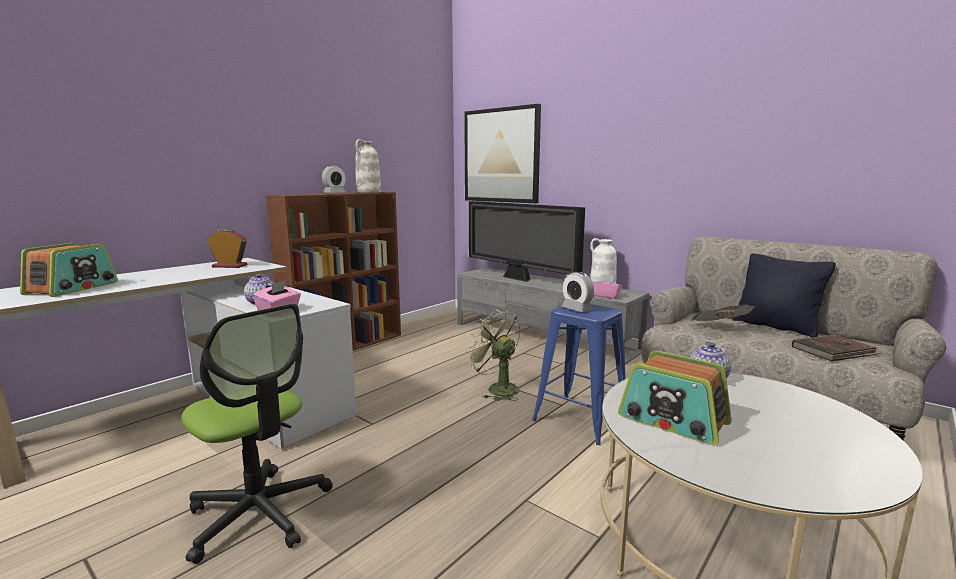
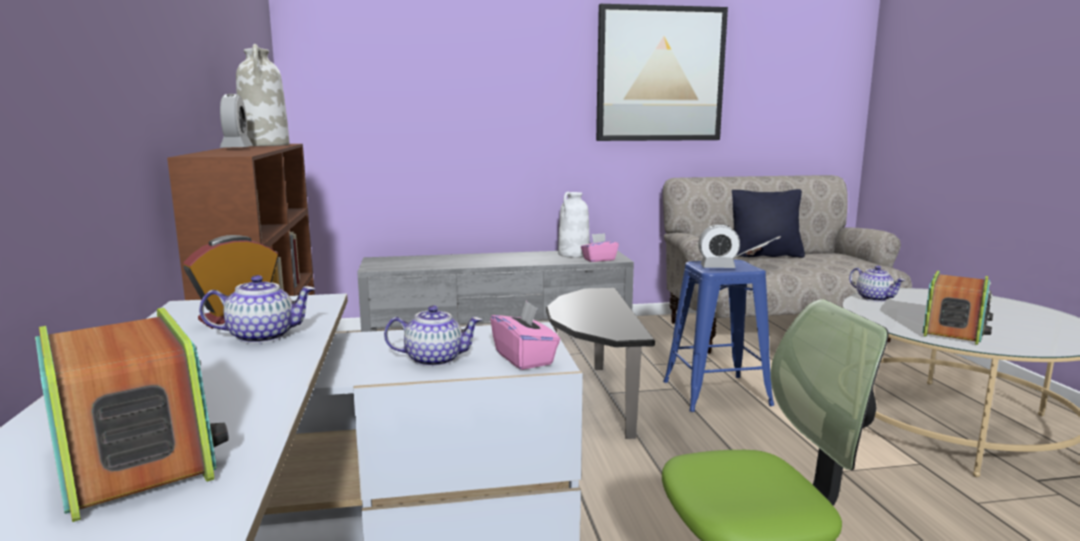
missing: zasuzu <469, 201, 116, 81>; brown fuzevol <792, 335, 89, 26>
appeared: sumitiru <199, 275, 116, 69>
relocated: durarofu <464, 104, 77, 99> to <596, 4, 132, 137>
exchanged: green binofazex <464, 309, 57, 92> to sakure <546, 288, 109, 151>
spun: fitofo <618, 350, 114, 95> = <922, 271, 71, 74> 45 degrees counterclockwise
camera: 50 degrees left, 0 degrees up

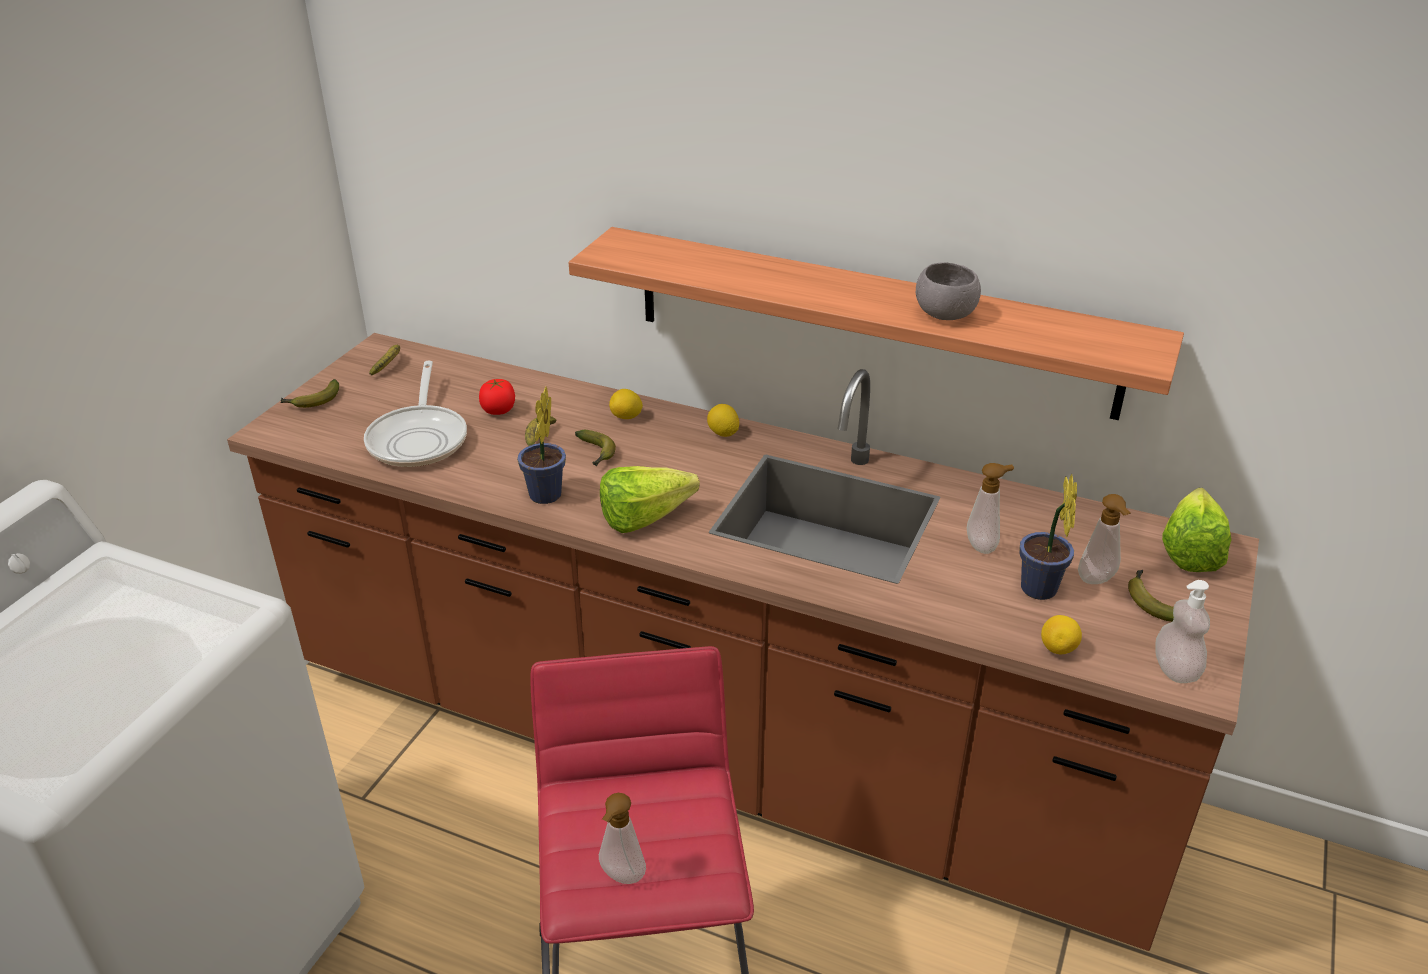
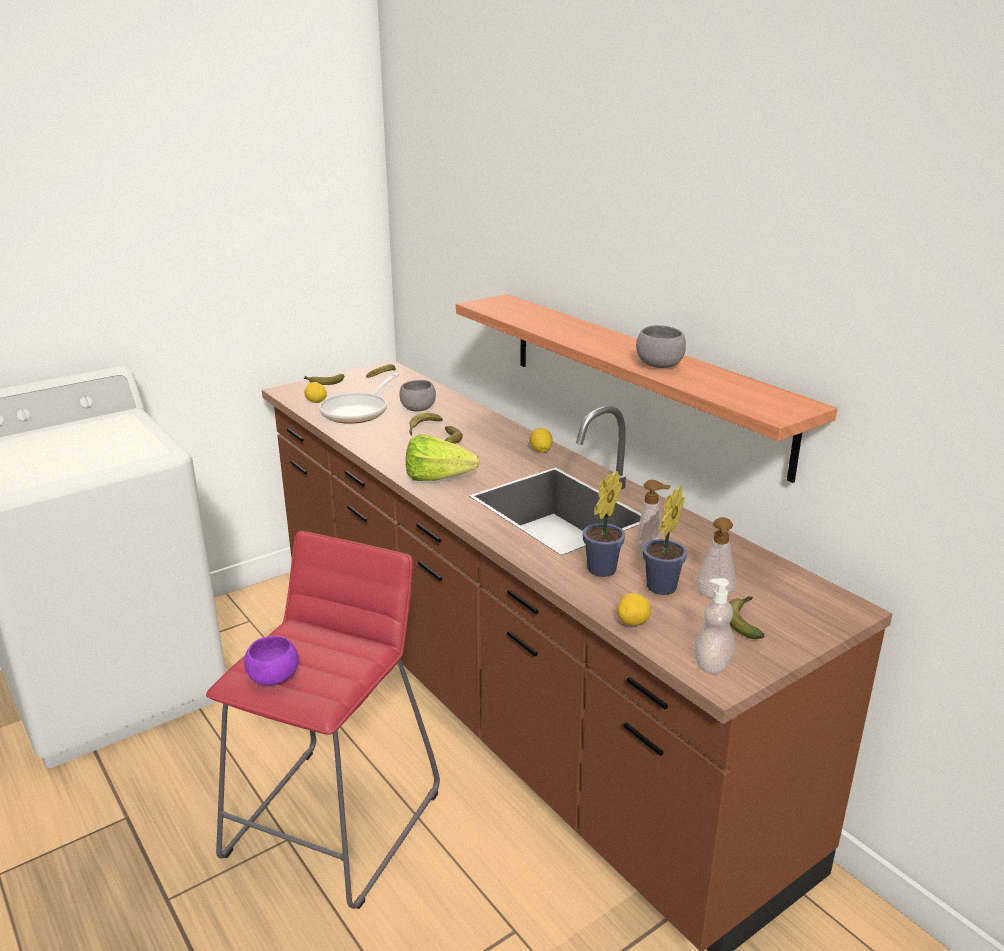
missing: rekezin <1162, 488, 69, 84>
relocated: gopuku <609, 389, 34, 30> to <304, 382, 23, 21>; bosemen <517, 387, 49, 117> to <582, 471, 43, 106>
exchanged: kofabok <599, 793, 47, 91> to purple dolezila <244, 636, 55, 50>; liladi <479, 379, 36, 36> to grey dolezila <400, 380, 36, 31>
camera: 30 degrees right, 10 degrees down

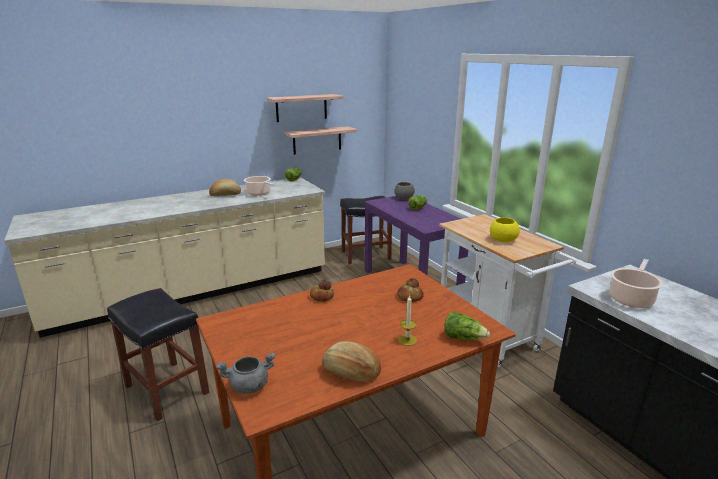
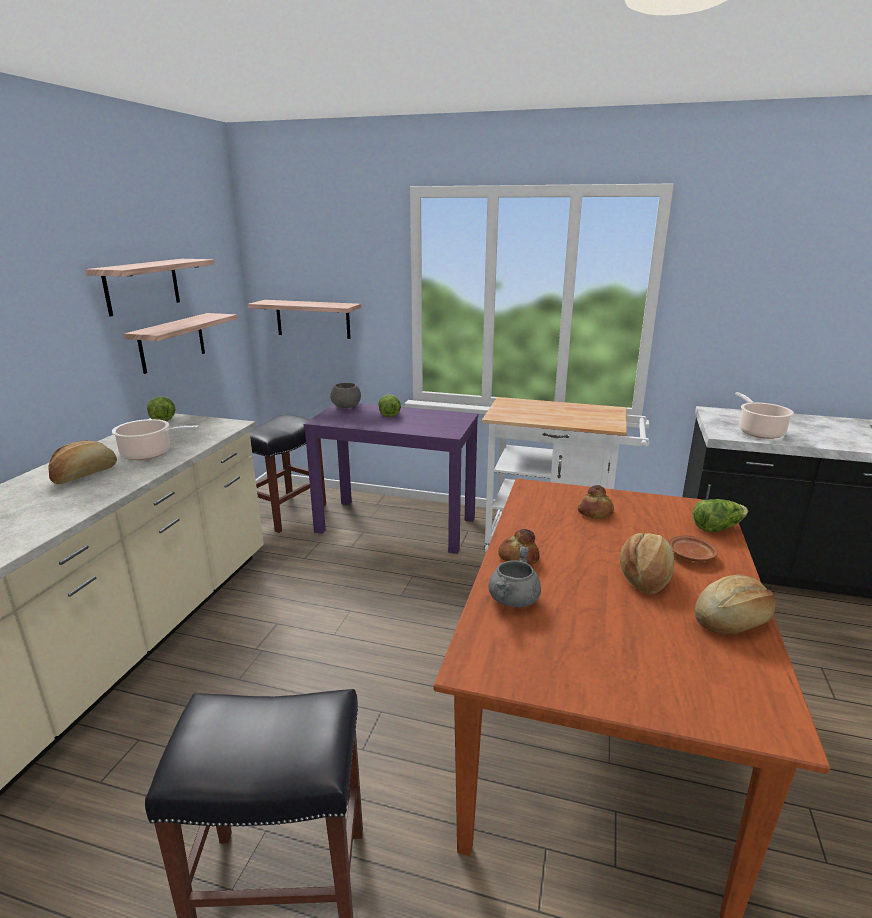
missing: yellow dolezila <490, 218, 30, 24>
appeared: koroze <248, 300, 113, 39>; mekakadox <620, 533, 54, 61>
relocated: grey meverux <216, 352, 59, 42> to <488, 546, 53, 62>
exchanged: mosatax <398, 295, 19, 51> to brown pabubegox <668, 535, 50, 27>
camera: 45 degrees left, 0 degrees up

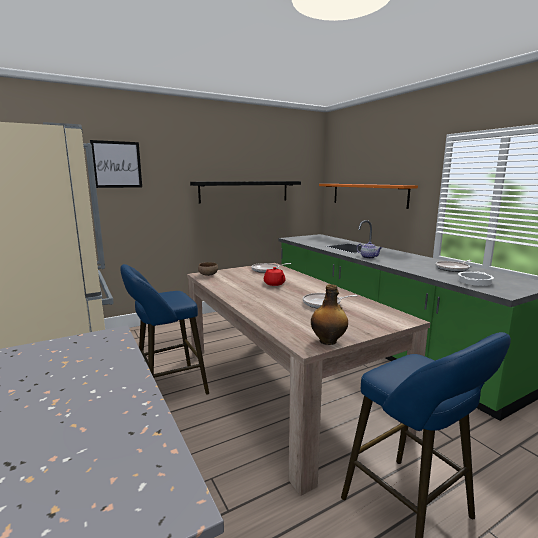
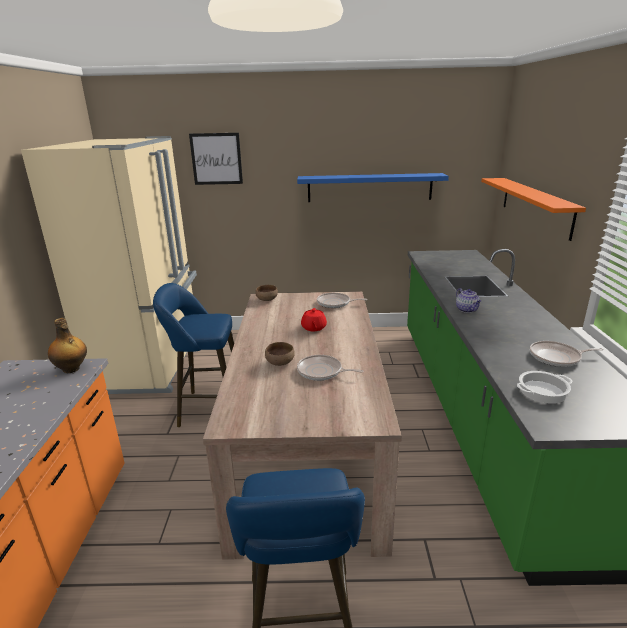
appeared: brown dolezila <265, 342, 30, 24>
relocated: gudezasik <311, 284, 37, 61> to <48, 318, 39, 55>
colour: black koroze <190, 181, 111, 22> to blue koroze <297, 173, 152, 29>
camera: 30 degrees right, 10 degrees up

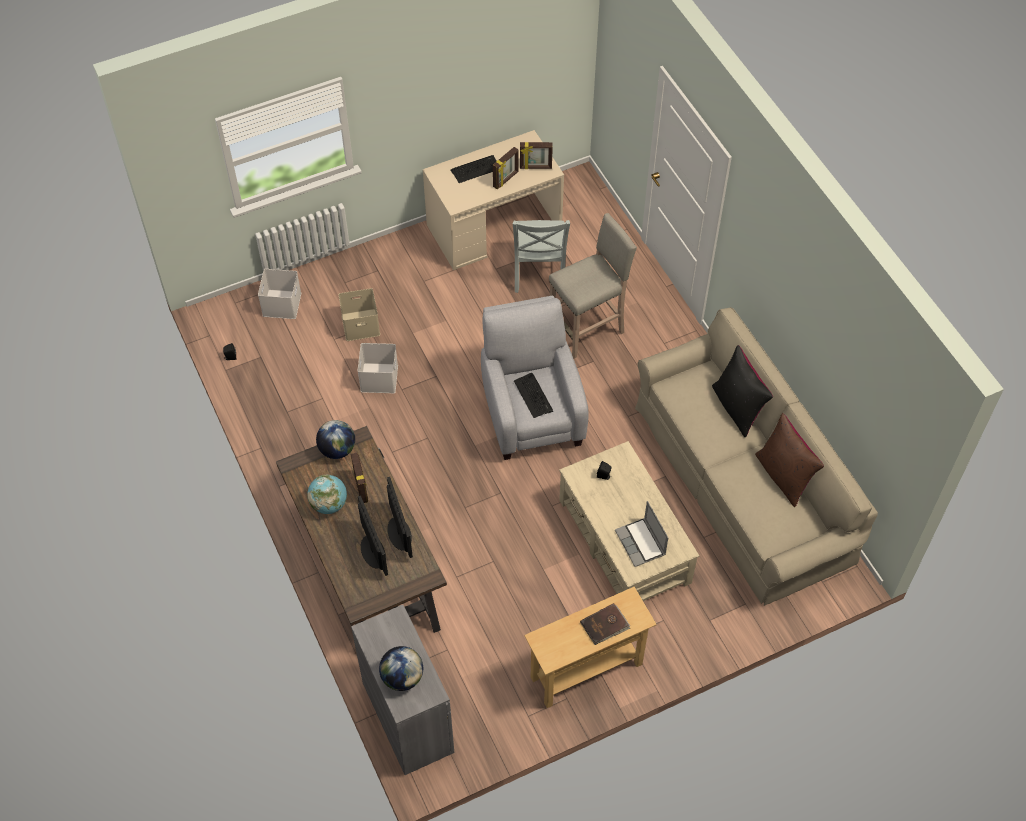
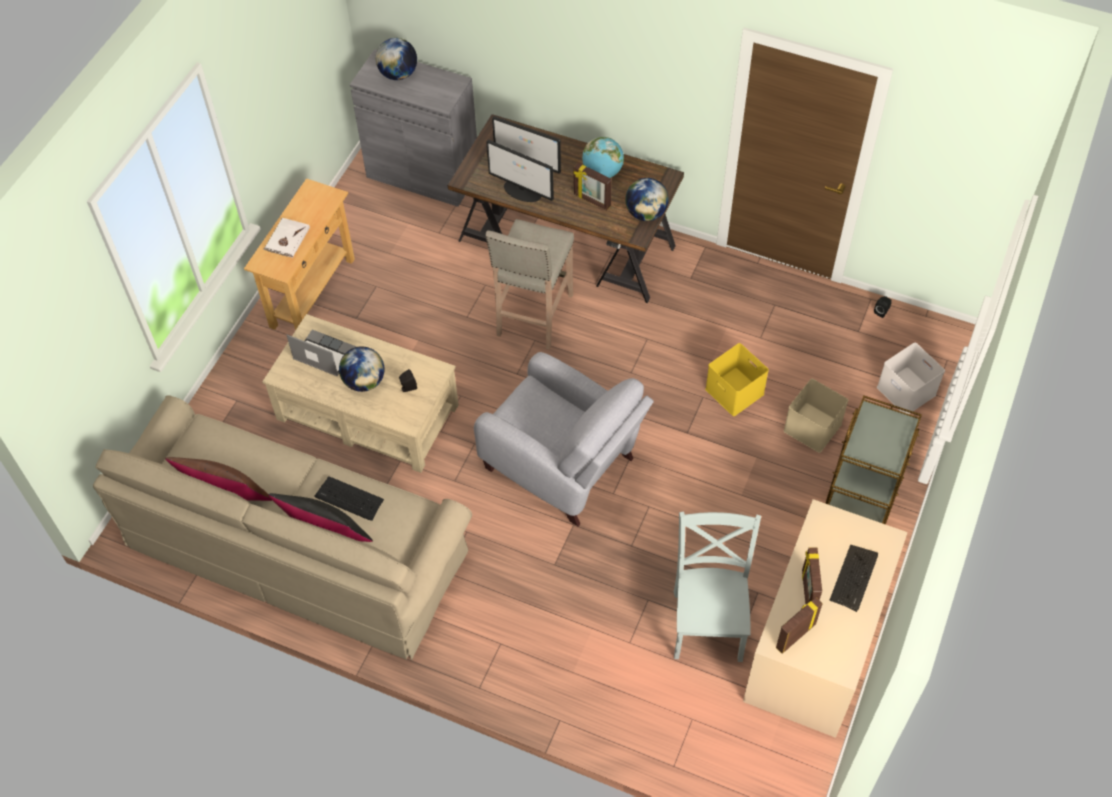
appeared: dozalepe <339, 346, 45, 46>; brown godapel <825, 396, 97, 129>
relocated: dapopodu <514, 373, 39, 45> to <314, 476, 70, 45>; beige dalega <549, 213, 88, 146> to <485, 219, 89, 131>
colour: brown fuzevol <580, 603, 50, 42> to white fuzevol <264, 218, 46, 40>; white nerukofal <358, 343, 40, 50> to yellow nerukofal <705, 343, 64, 73>
spun: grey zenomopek <513, 220, 57, 73> = <674, 512, 87, 150> 45 degrees clockwise
camera: 140 degrees right, 0 degrees up

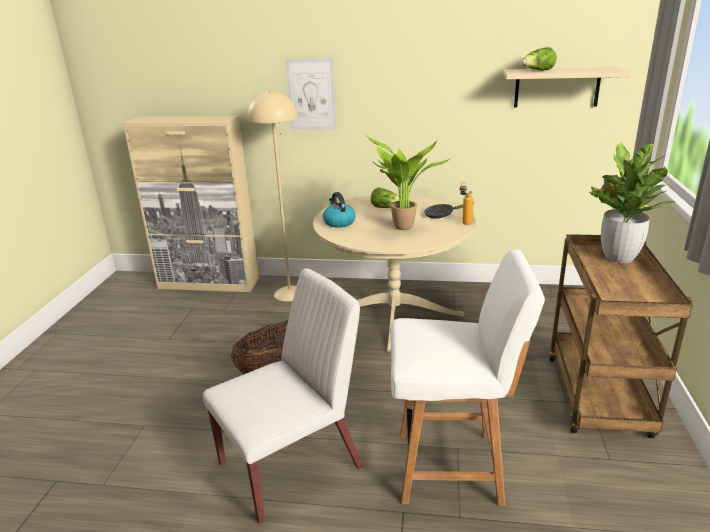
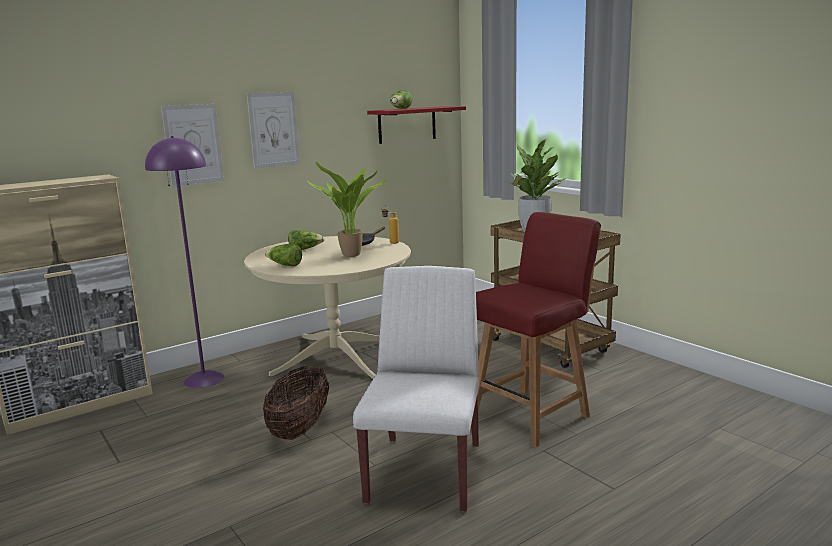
appeared: durarofu <247, 92, 53, 77>
exchanged: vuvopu <323, 192, 33, 36> to rekezin <265, 244, 37, 23>
colour: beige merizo <247, 90, 51, 211> to purple merizo <145, 136, 79, 252>; beige koroze <502, 67, 127, 40> to red koroze <367, 106, 99, 38>; white zenomopek <391, 249, 154, 257> to red zenomopek <476, 212, 125, 236>
camera: 45 degrees left, 10 degrees down

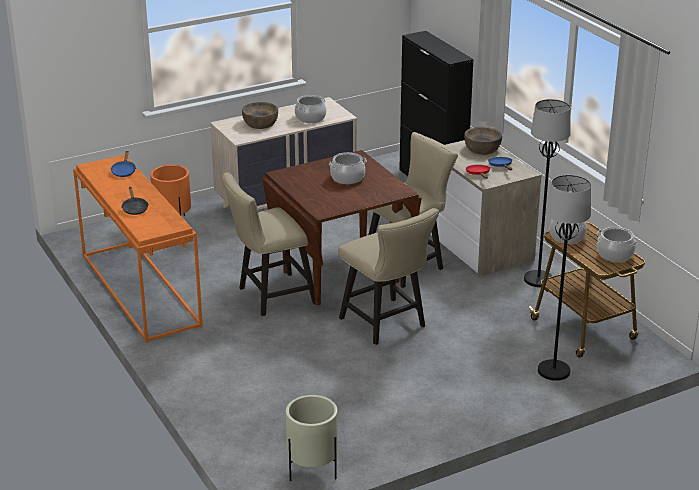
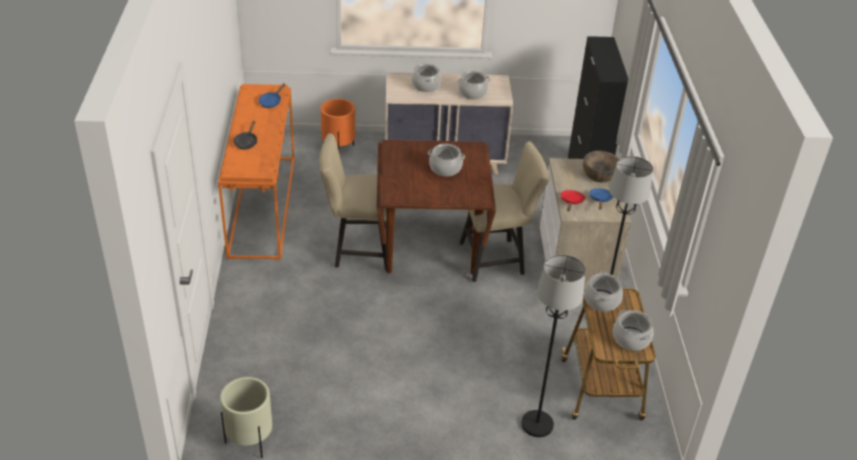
missing: beige zenomopek <338, 208, 101, 137>
exchanged: brown dolezila <242, 102, 36, 27> to meverux <411, 63, 30, 29>
camera: 25 degrees right, 10 degrees up

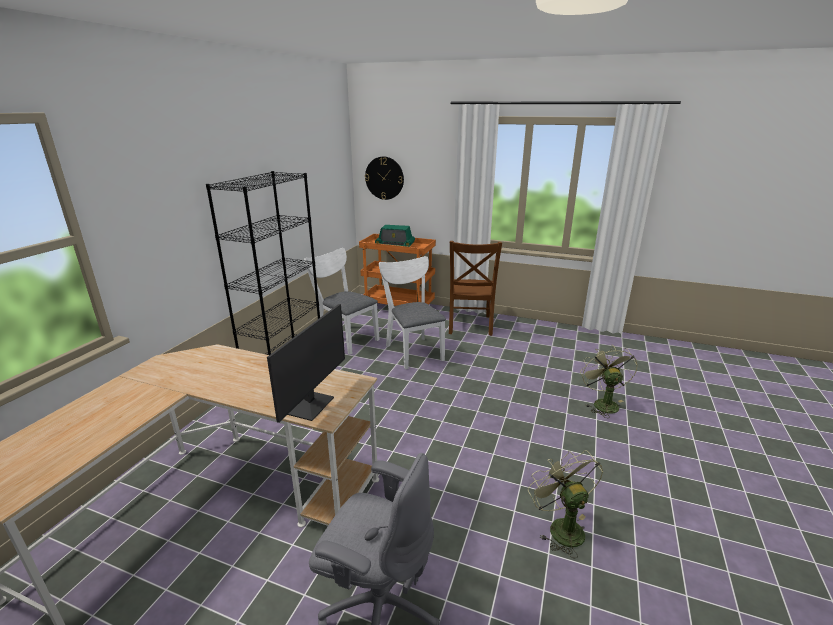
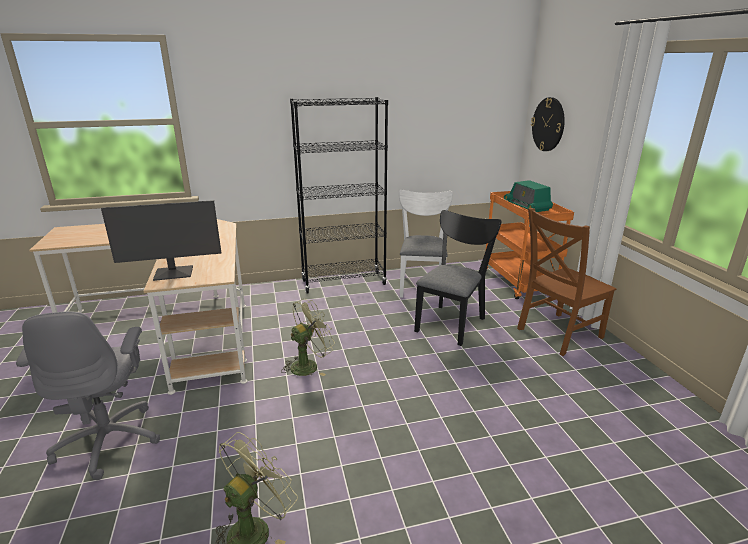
relocated: green binofazex <580, 346, 58, 72> to <281, 299, 54, 77>
colour: white zenomopek <379, 256, 67, 113> to black zenomopek <414, 210, 87, 136>
camera: 55 degrees right, 0 degrees up

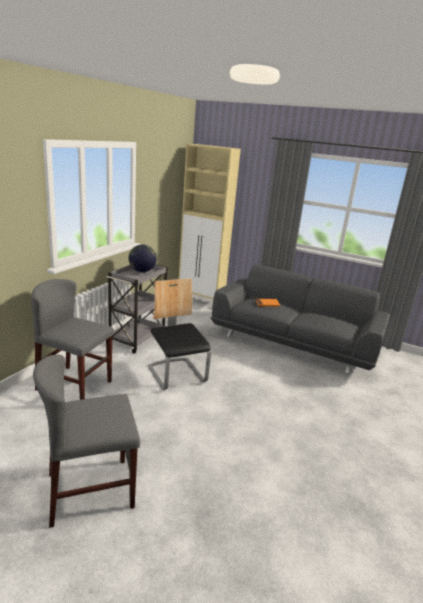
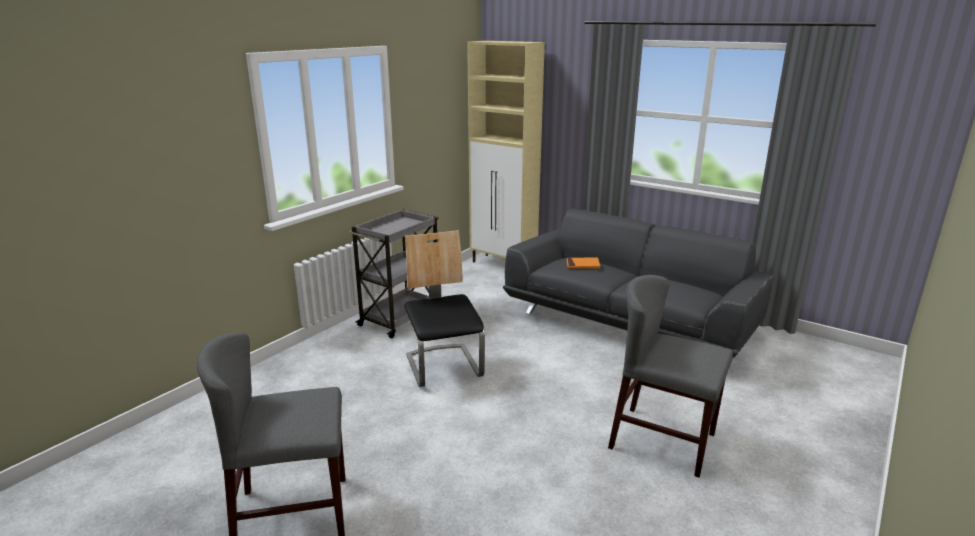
missing: dozalepe <129, 244, 28, 28>
relocated: grey zenomopek <31, 279, 83, 121> to <608, 275, 125, 203>
camera: 10 degrees right, 0 degrees up

